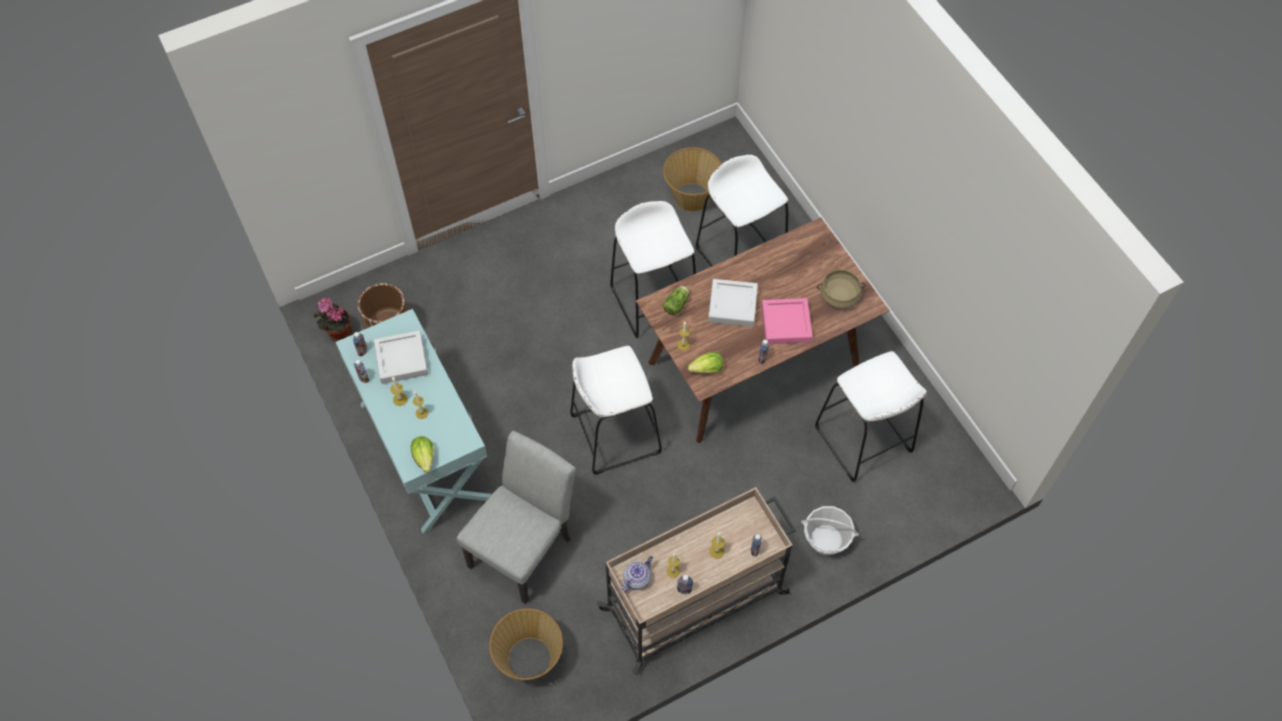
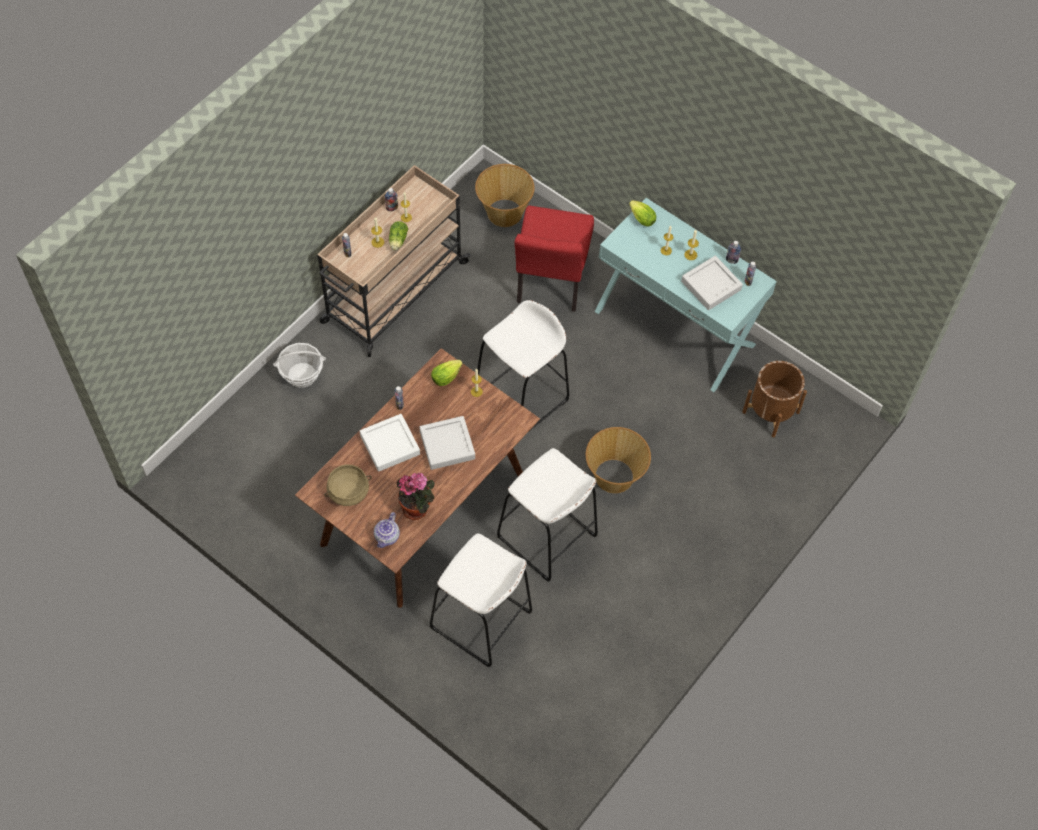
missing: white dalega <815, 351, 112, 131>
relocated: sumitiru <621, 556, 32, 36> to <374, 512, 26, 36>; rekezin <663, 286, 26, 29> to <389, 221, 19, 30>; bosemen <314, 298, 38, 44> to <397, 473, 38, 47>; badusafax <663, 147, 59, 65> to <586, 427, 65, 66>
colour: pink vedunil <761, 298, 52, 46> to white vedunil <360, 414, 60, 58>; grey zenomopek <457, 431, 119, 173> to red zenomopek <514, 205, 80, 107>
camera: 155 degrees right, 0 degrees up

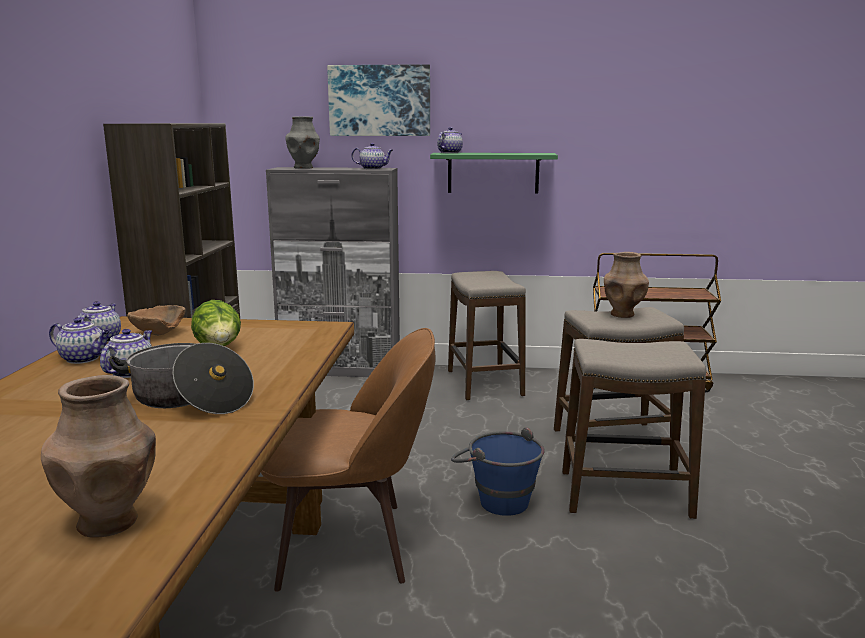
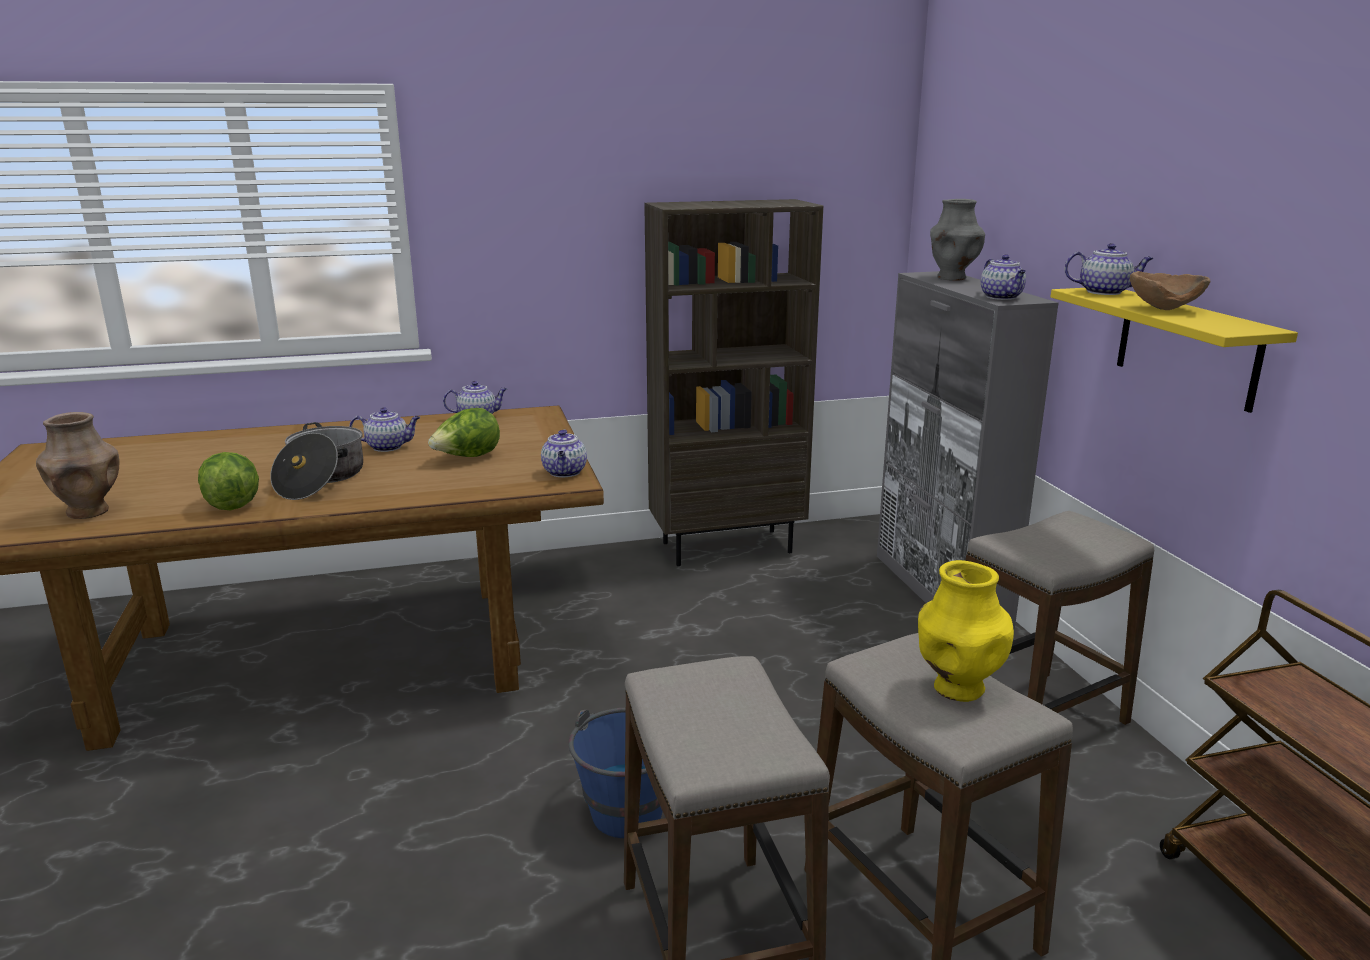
missing: brown zenomopek <261, 328, 175, 264>; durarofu <327, 64, 103, 72>
appeared: rekezin <198, 452, 61, 58>
relocated: sumitiru <49, 317, 61, 47> to <541, 429, 46, 48>; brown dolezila <127, 305, 59, 30> to <1130, 271, 80, 39>
colour: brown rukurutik <604, 252, 45, 66> to yellow rukurutik <918, 560, 96, 142>; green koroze <430, 153, 128, 40> to yellow koroze <1051, 288, 247, 125>
camera: 70 degrees right, 5 degrees up

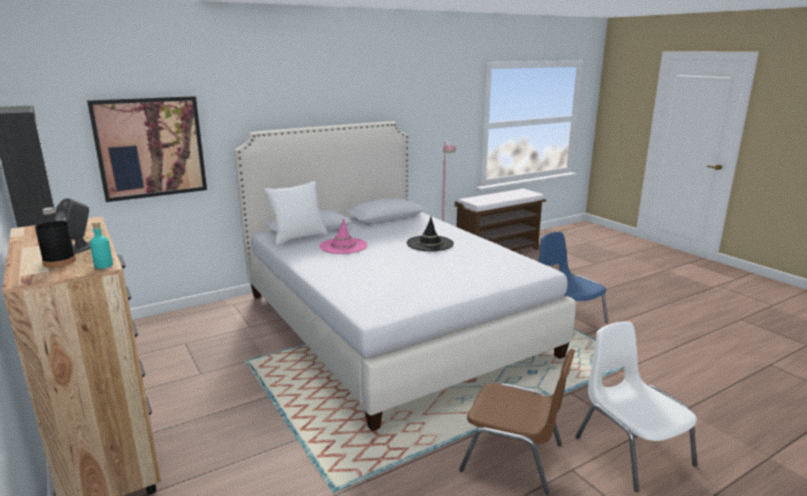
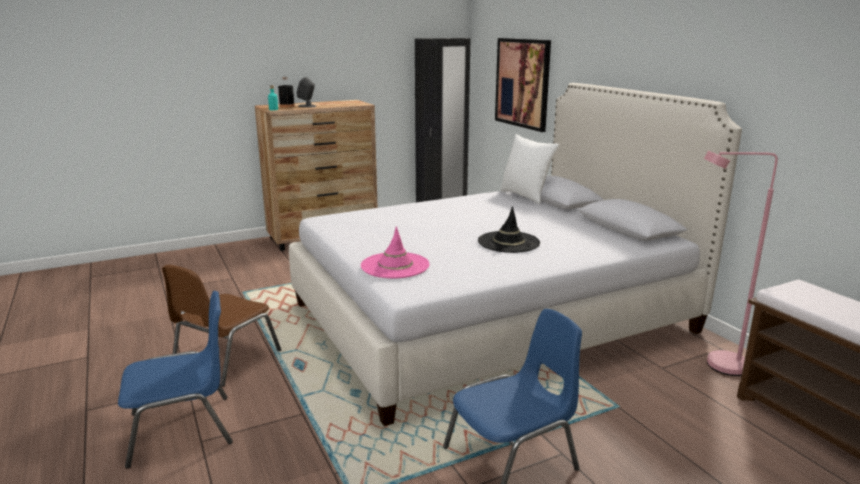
relocated: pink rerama <319, 218, 49, 36> to <361, 226, 68, 53>
colour: white zenomopek <575, 321, 122, 171> to blue zenomopek <118, 291, 115, 178>
camera: 95 degrees right, 0 degrees up

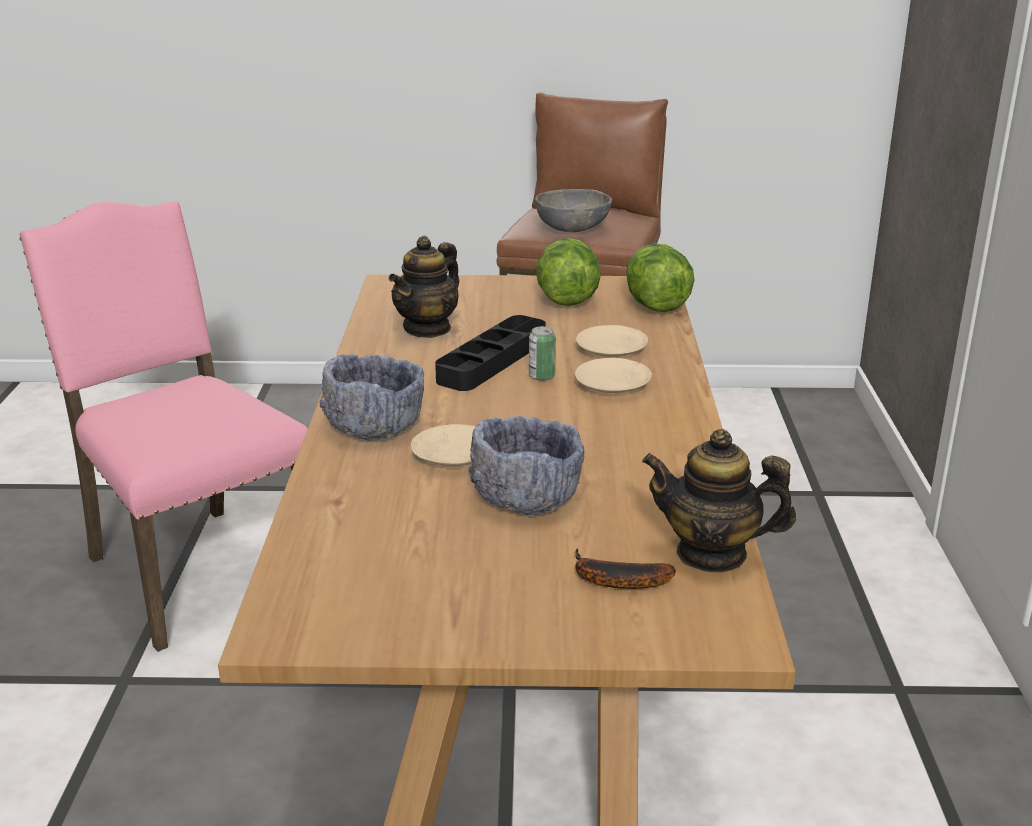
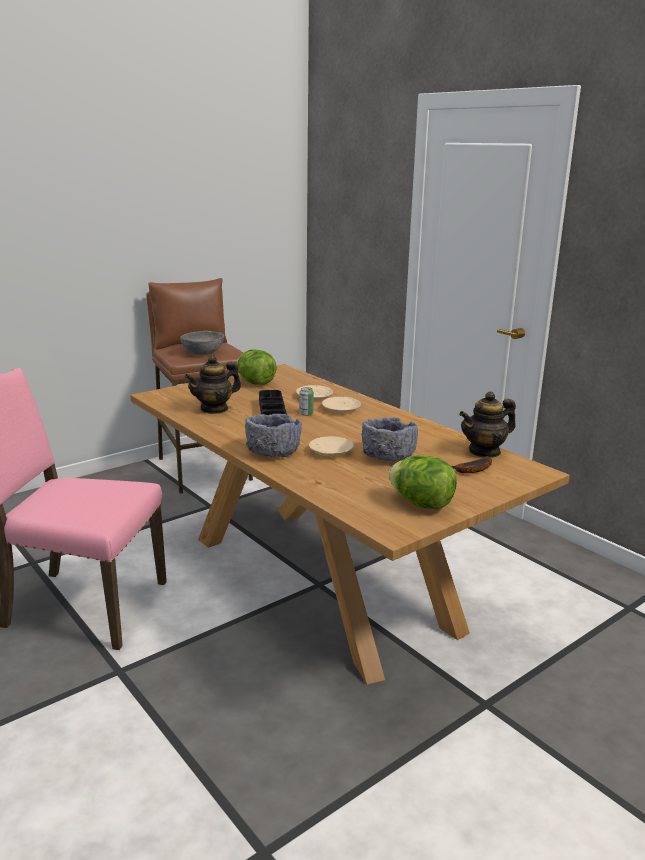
relocated: rekezin <626, 243, 68, 69> to <388, 455, 69, 54>
spun: sumitiru <389, 236, 70, 102> = <185, 355, 56, 59> 60 degrees clockwise
camera: 40 degrees left, 5 degrees down

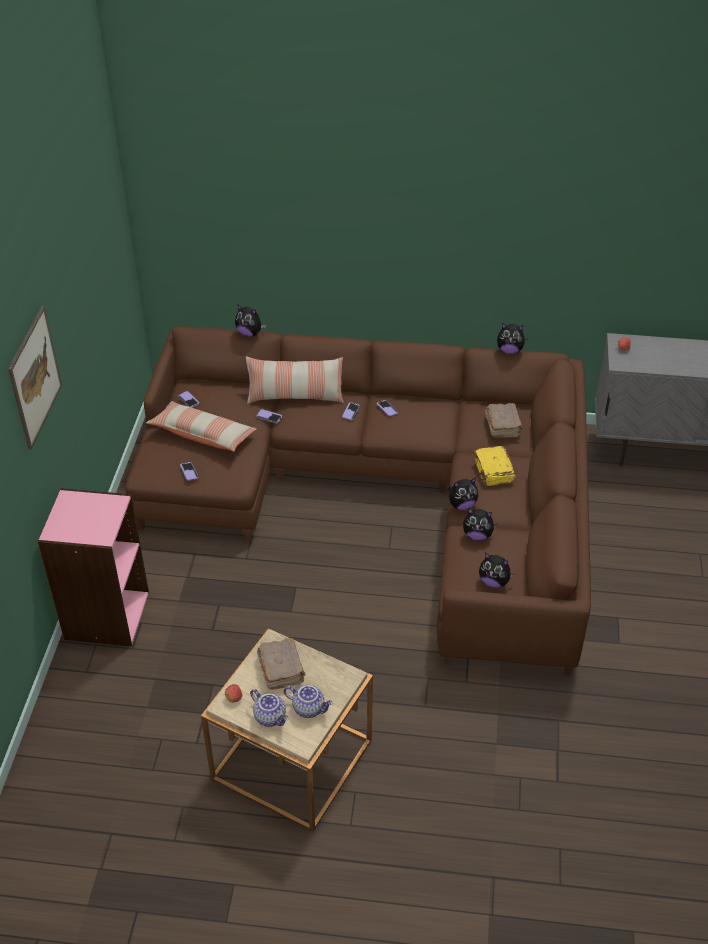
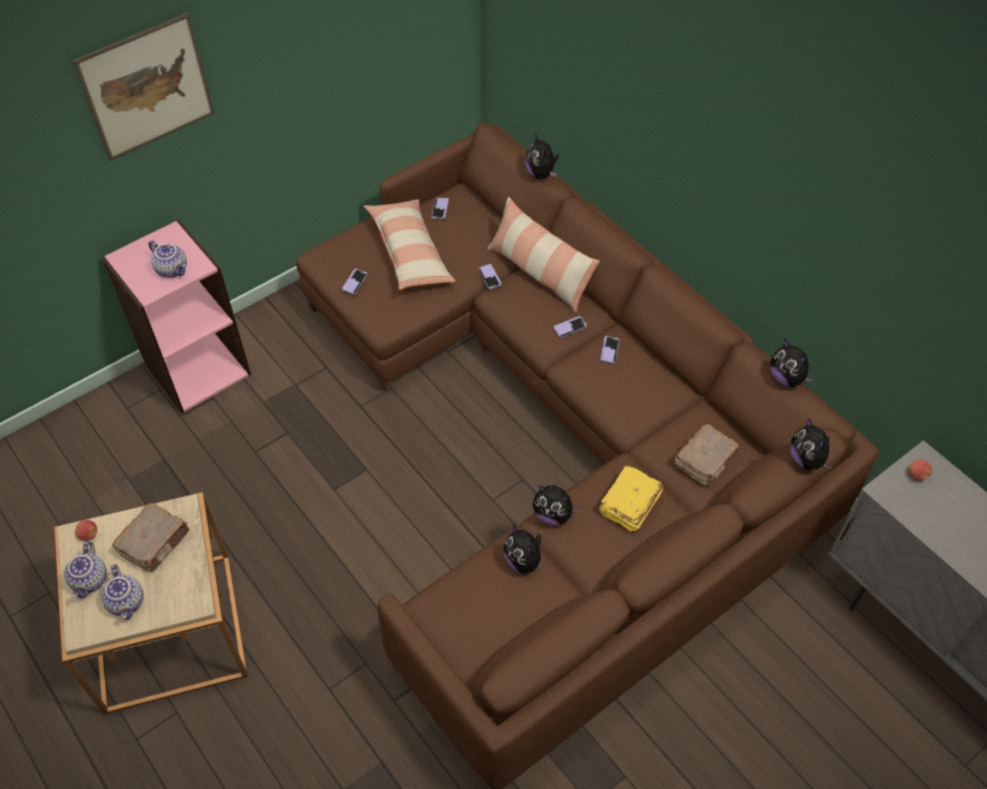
appeared: sumitiru <148, 240, 39, 38>
relocated: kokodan <479, 553, 36, 35> to <790, 418, 42, 52>
camera: 45 degrees right, 10 degrees up

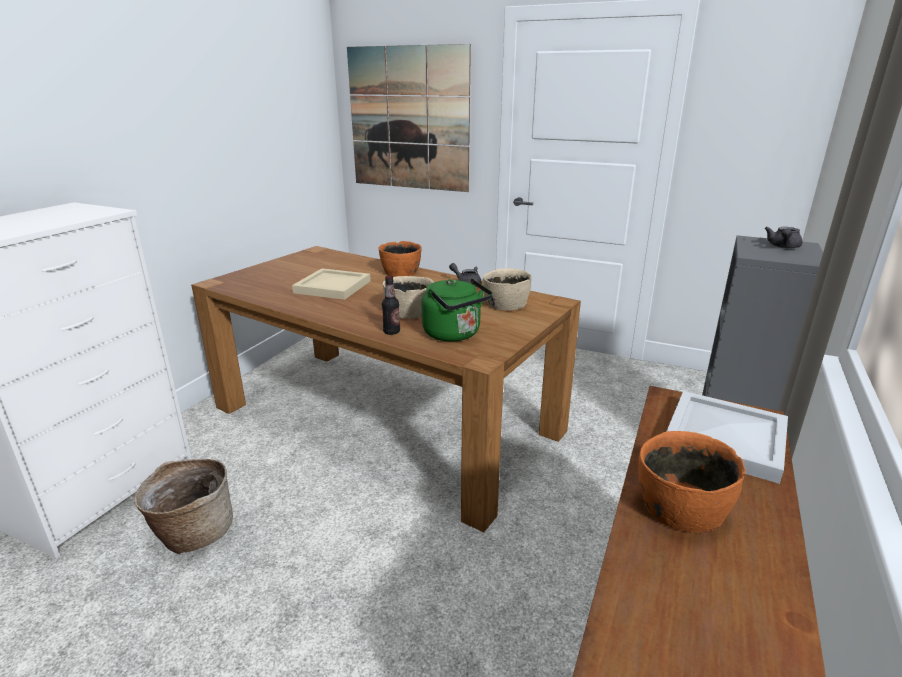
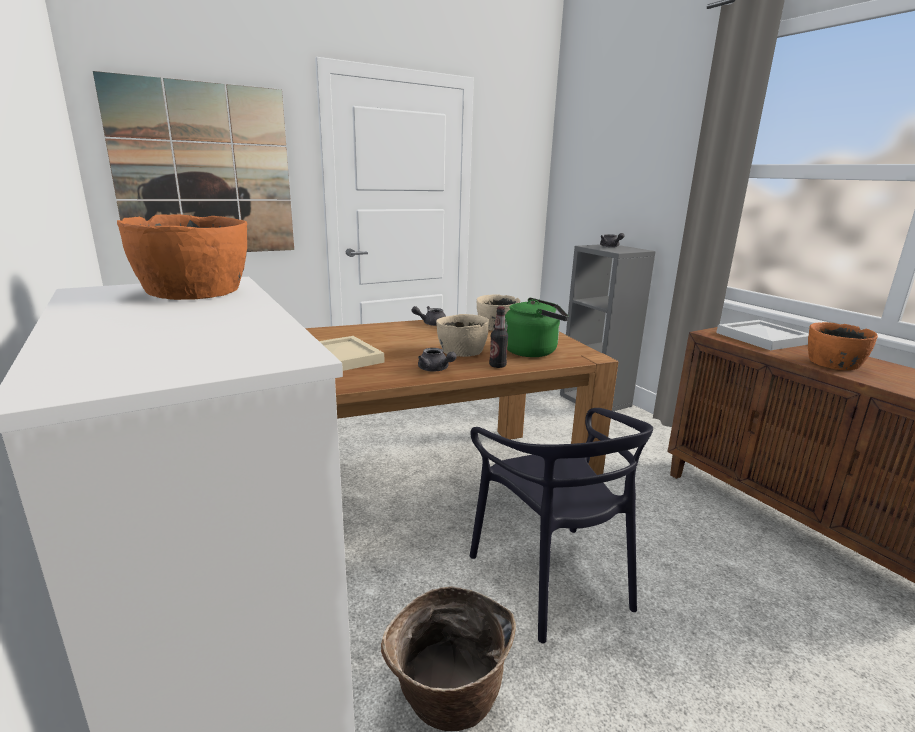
appeared: grey sumitiru <418, 348, 39, 24>; black zenomopek <470, 408, 183, 235>
relocated: orange dolezila <378, 241, 44, 36> to <117, 214, 130, 86>
camera: 55 degrees left, 5 degrees down

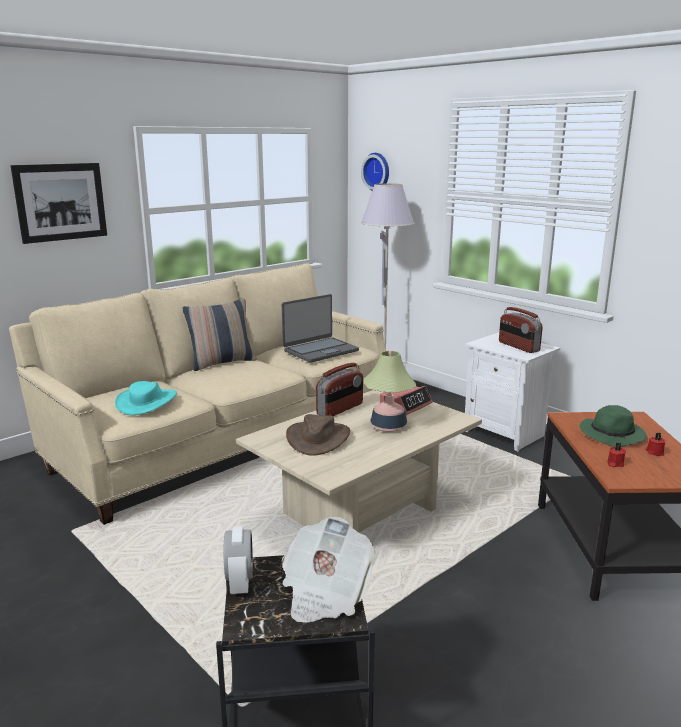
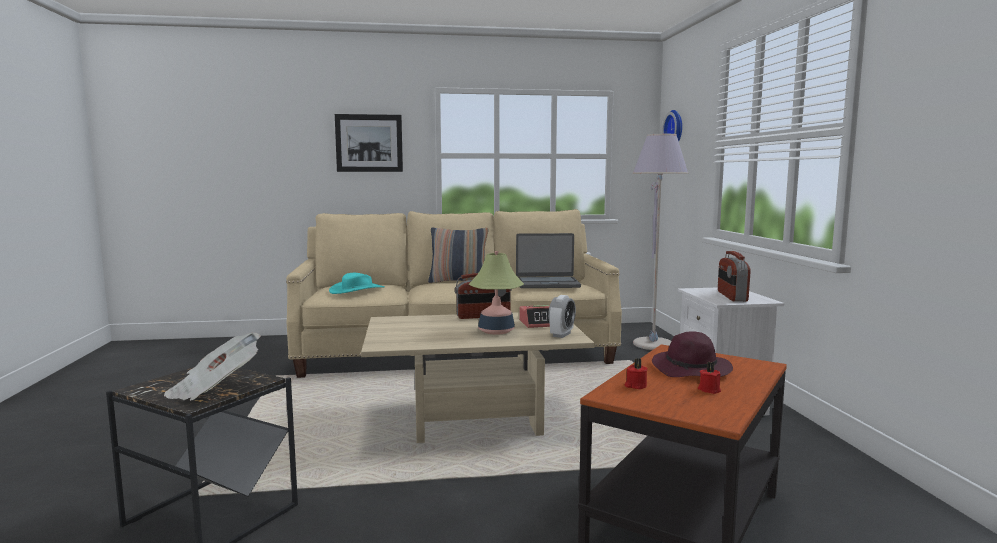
missing: brown rerama <286, 414, 64, 42>
relocated: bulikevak <224, 526, 29, 68> to <548, 295, 28, 43>
colour: green rerama <579, 405, 68, 42> to purple rerama <652, 331, 81, 46>
camera: 35 degrees right, 10 degrees down

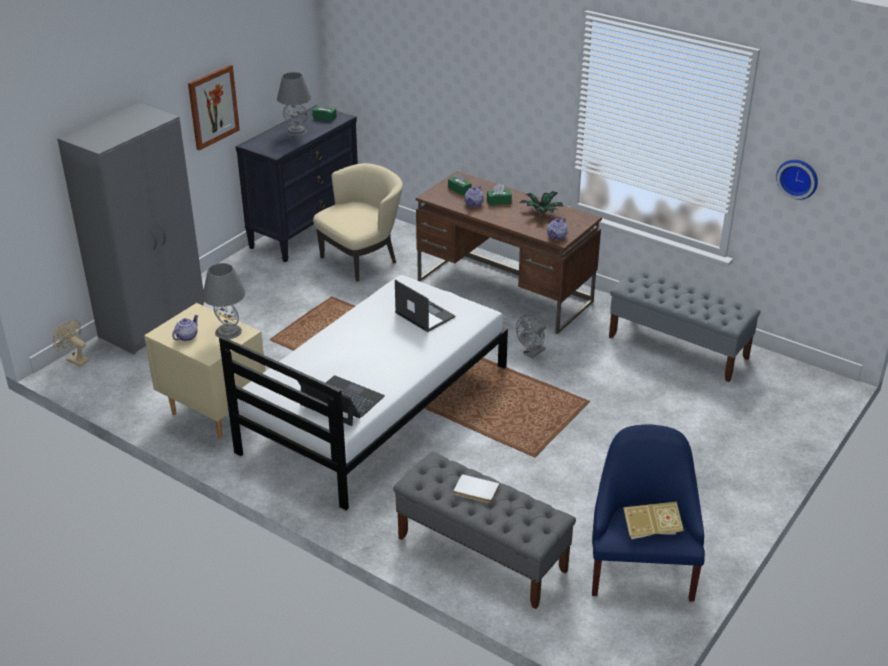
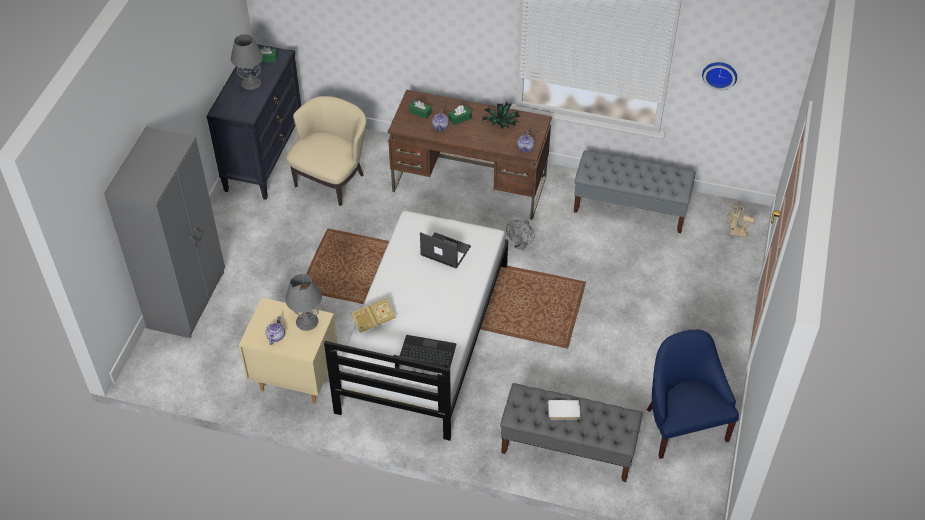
missing: durarofu <188, 65, 52, 86>
relocated: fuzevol <623, 502, 61, 37> to <351, 298, 45, 35>; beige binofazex <53, 319, 36, 48> to <727, 202, 28, 35>
camera: 20 degrees left, 15 degrees up

